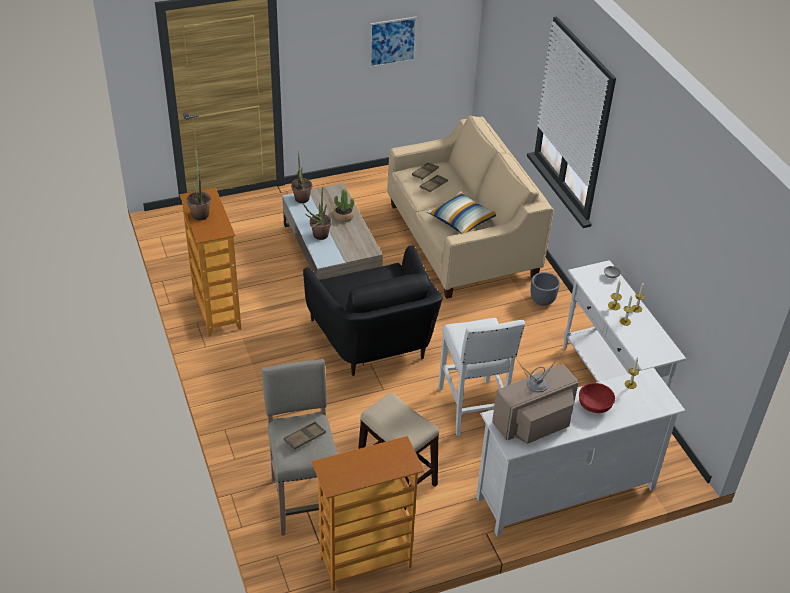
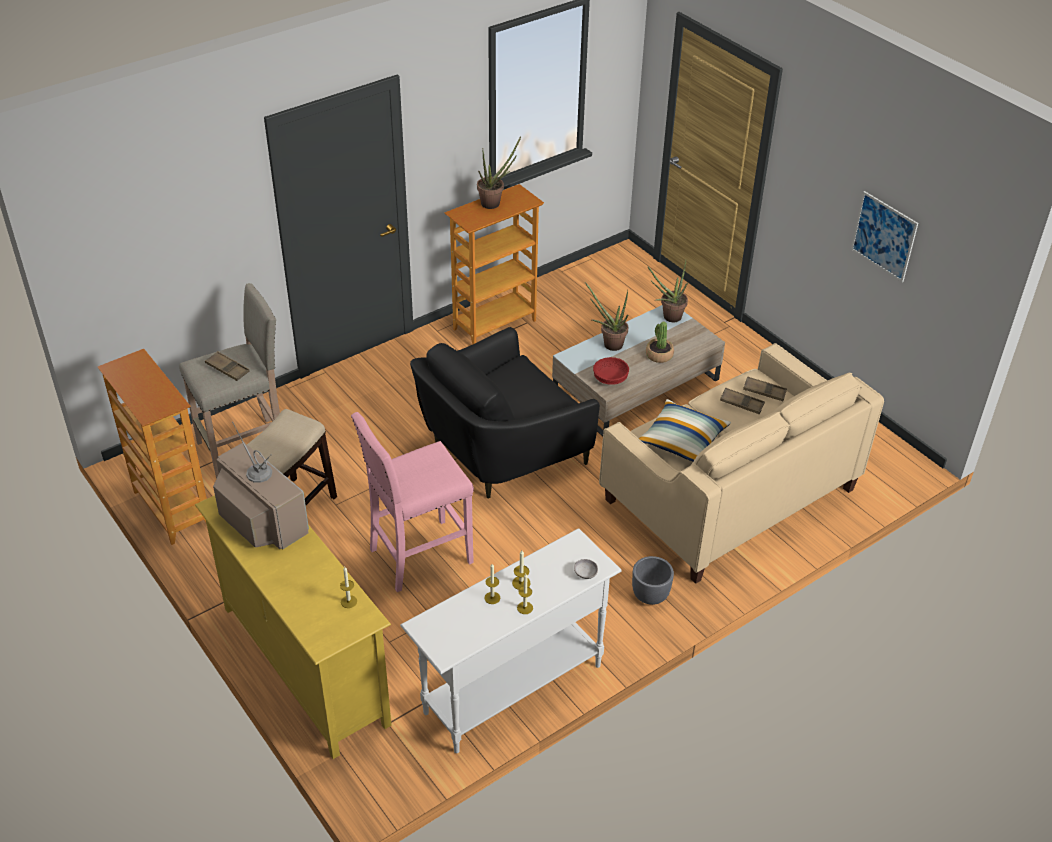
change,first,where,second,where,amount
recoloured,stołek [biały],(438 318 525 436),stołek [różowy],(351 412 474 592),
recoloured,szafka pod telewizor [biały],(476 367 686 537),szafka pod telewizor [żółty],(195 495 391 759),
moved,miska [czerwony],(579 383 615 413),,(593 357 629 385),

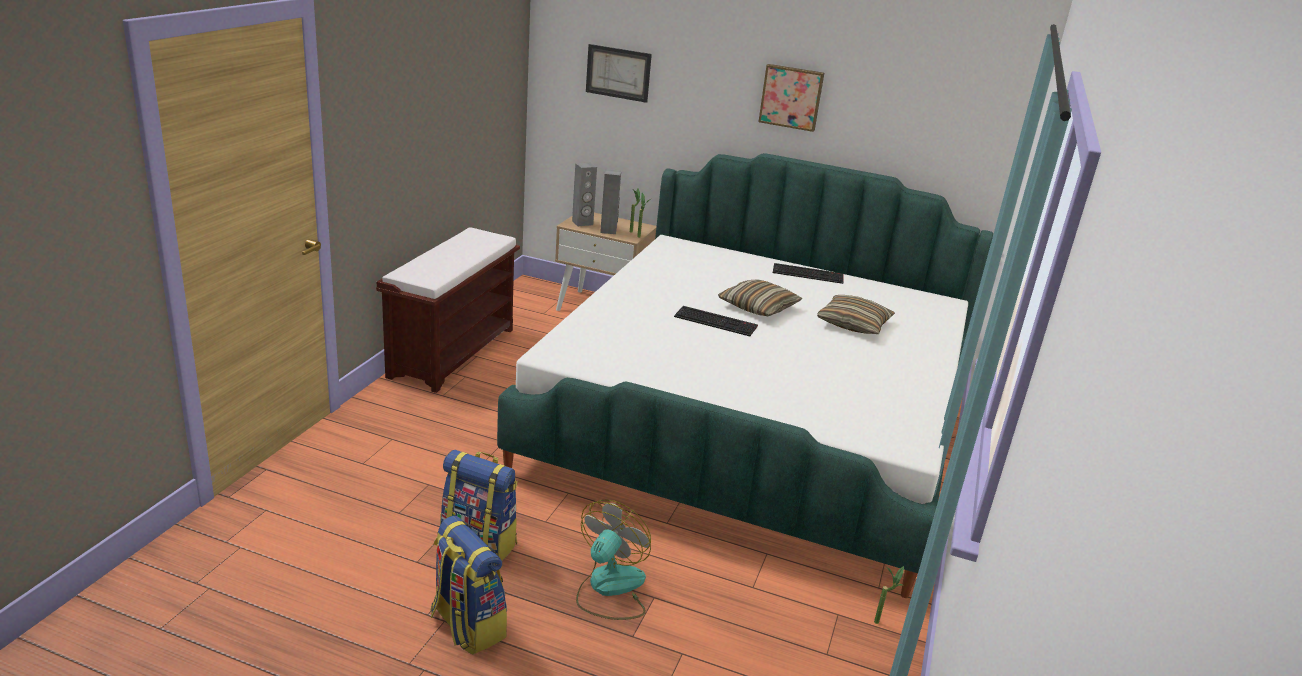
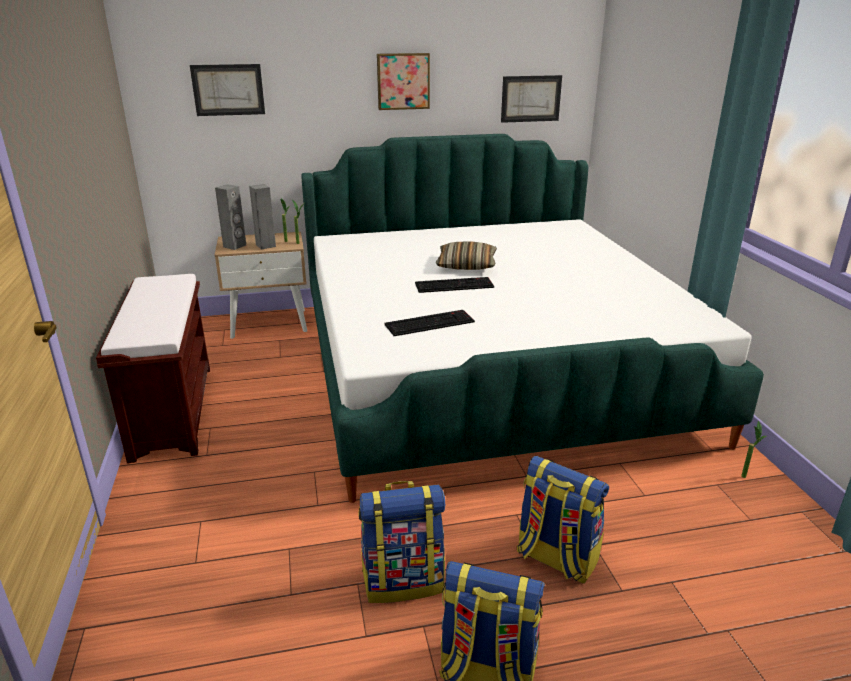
change,first,where,second,where,amount
replaced,wentylator,(576 499 651 620),plecak,(517 456 609 584),
moved,klawiatura,(773 263 844 284),,(384 310 475 336),
removed,poduszka,(817 295 895 334),,,
added,,,obraz,(501 75 562 123),

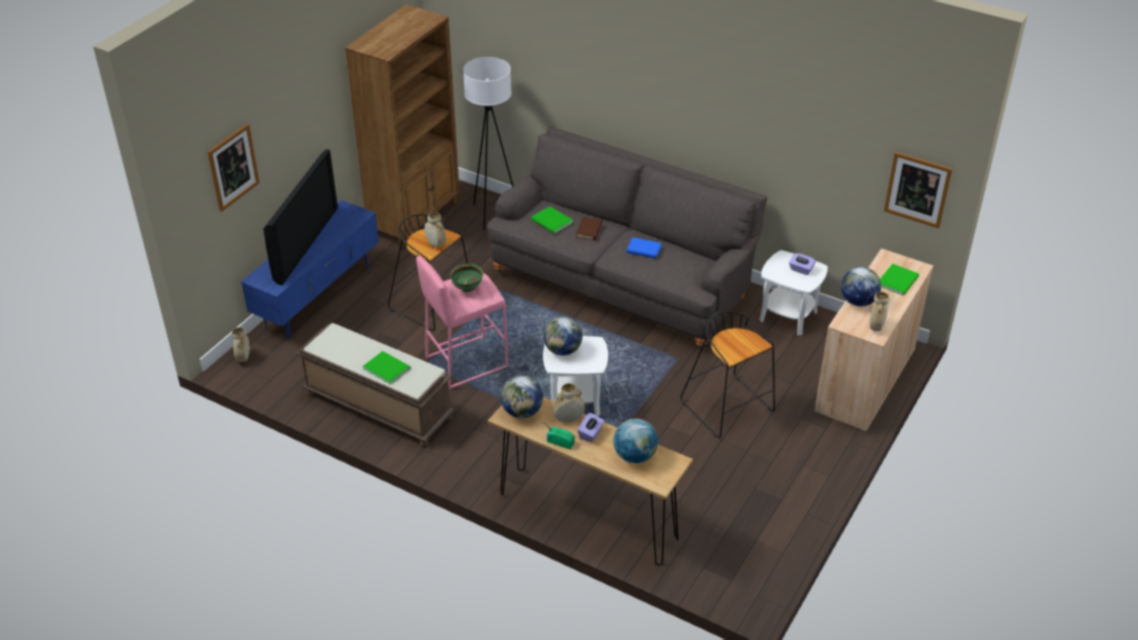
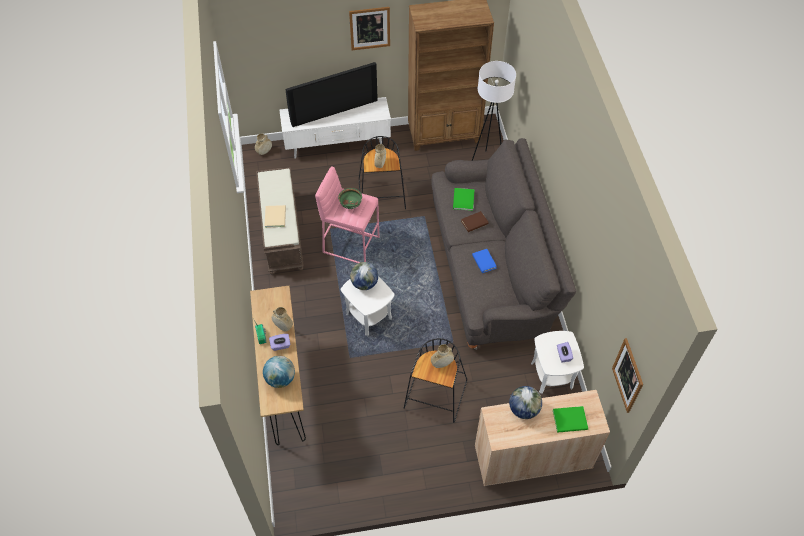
change,first,where,second,where,amount
moved,obraz,(208 124 260 212),,(349 7 390 50),
recoloured,szafka pod telewizor [niebieski],(241 200 379 339),szafka pod telewizor [biały],(279 97 391 159),
recoloured,książka [zielony],(363 351 410 384),książka [beżowy],(265 205 286 228),
removed,globus,(500 375 543 418),,,
moved,wazon [beżowy],(870 292 889 331),,(431 344 454 368),

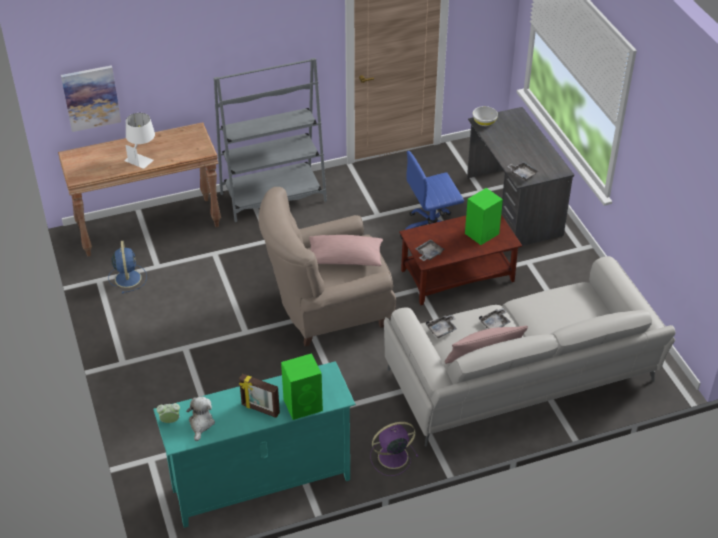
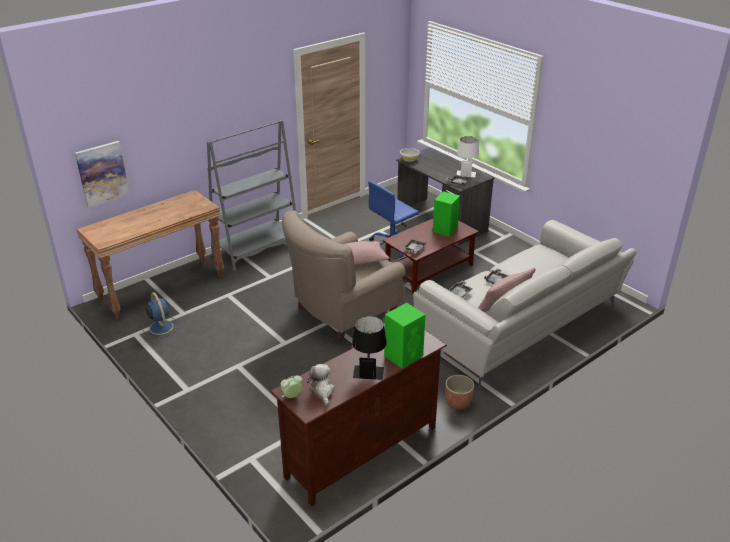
change,first,where,second,where,amount
moved,lampa stołowa [biały],(124 113 155 169),,(456 136 479 177),
recoloured,szafka pod telewizor [turkusowy],(153 361 356 528),szafka pod telewizor [brązowy],(270 330 447 507),
replaced,ramka na zdjęcie,(239 374 280 418),lampa stołowa [czarny],(352 316 387 380),
replaced,wentylator [fioletowy],(370 422 418 476),donica,(445 375 474 410),

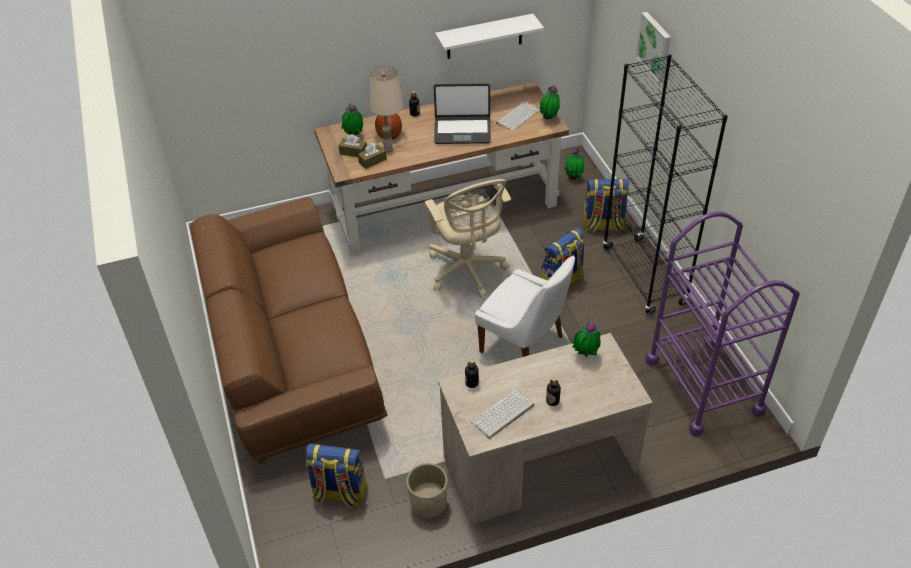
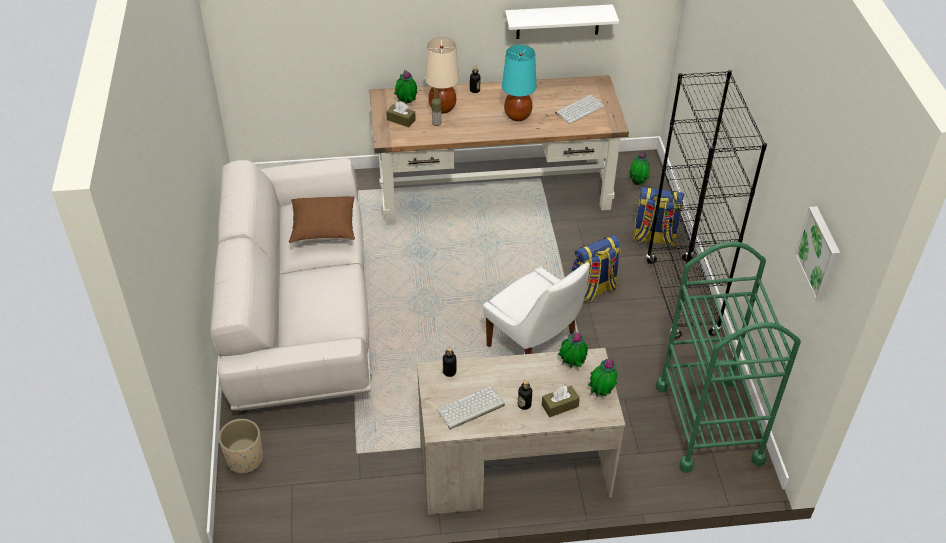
change,first,where,second,where,amount
recoloured,kanapa [brązowy],(190 197 388 464),kanapa [biały],(210 158 372 415),
removed,plecak,(306 443 366 508),,,
moved,pudełko chusteczek [brązowy],(358 143 387 169),,(542 386 580 417),
moved,donica [beżowy],(406 463 448 518),,(219 419 263 473),
removed,krzesło biurowe [beżowy],(425 179 511 298),,,
replaced,laptop,(434 83 491 144),lampa stołowa [turkusowy],(502 45 536 121),
moved,roślina doniczkowa,(540 85 560 119),,(588 359 617 396),
moved,obraz,(636 12 671 83),,(795 206 840 301),
recoloured,wózek [fioletowy],(646 211 800 436),wózek [zielony],(656 241 801 473),
added,,,poduszka [brązowy],(289 196 355 243),

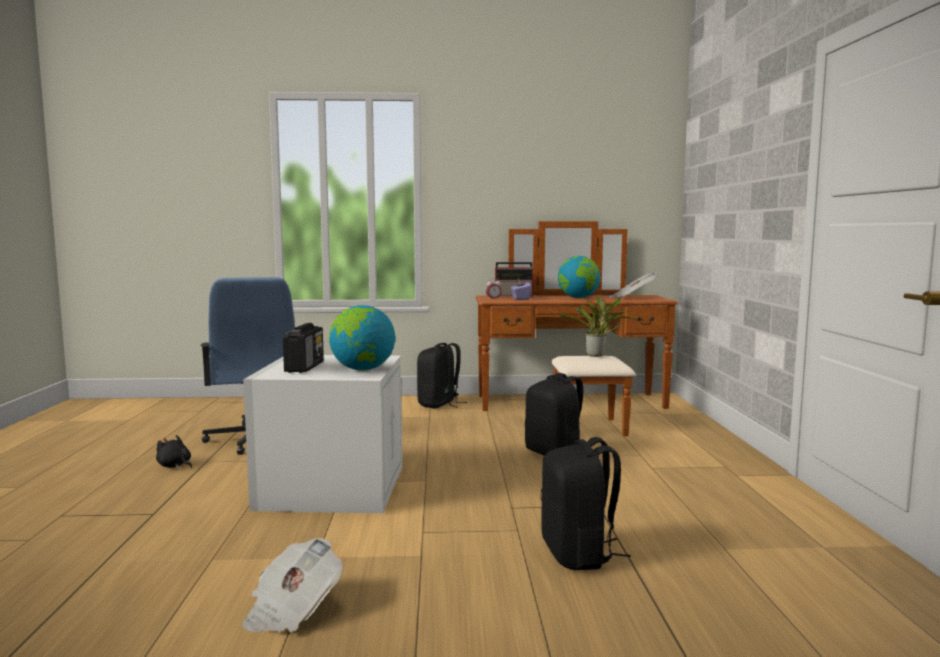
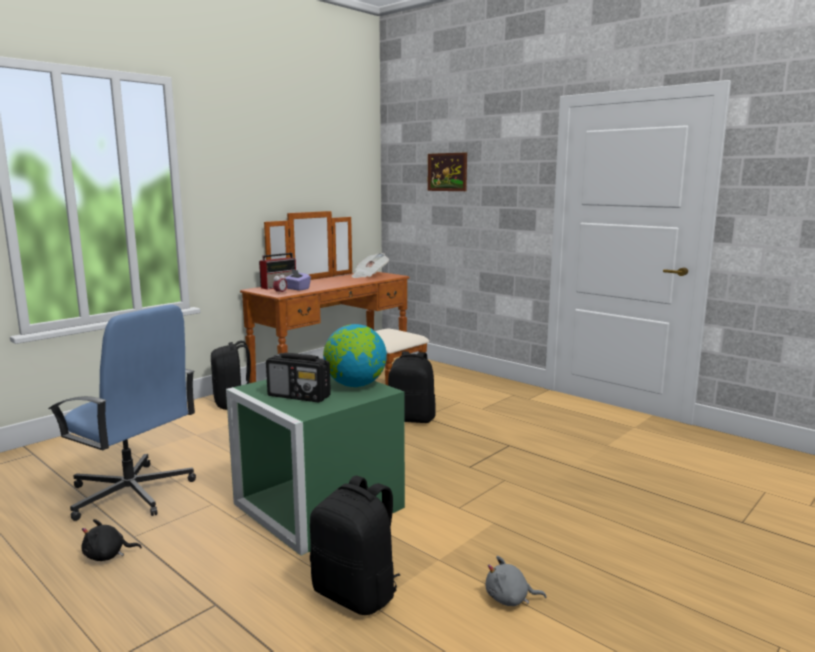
change,first,where,second,where,amount
replaced,gazeta,(242 538 343 632),pluszak [szary],(486 556 546 606),
recoloured,pojemnik do przechowywania [biały],(243 355 402 513),pojemnik do przechowywania [zielony],(226 376 405 556),
turned,radio,(283 323 324 373),,(266 353 331 402),150 degrees clockwise
moved,plecak [czarny],(541 437 631 570),,(310 476 400 615),
removed,globus,(558 256 600 298),,,
removed,roślina doniczkowa,(558 296 637 357),,,
added,,,obraz,(428 152 467 191),

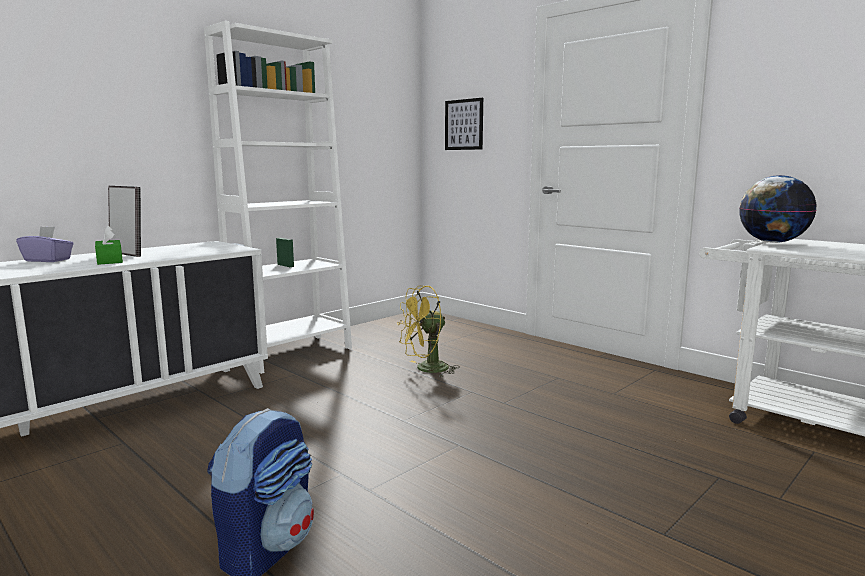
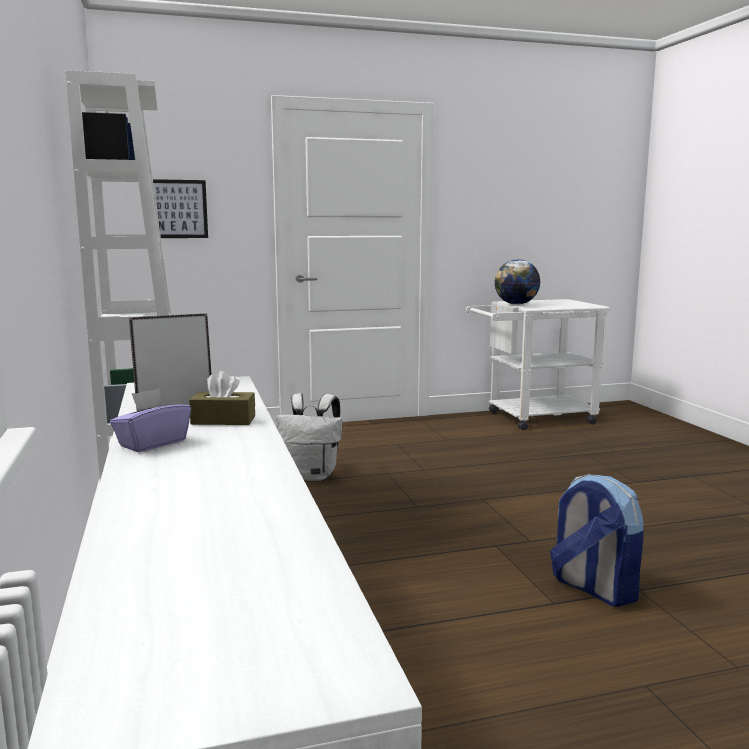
change,first,where,second,where,amount
recoloured,pudełko chusteczek [zielony],(95 225 123 265),pudełko chusteczek [brązowy],(189 371 255 425),
replaced,wentylator [żółty],(397 286 460 377),plecak [biały],(276 393 342 481),

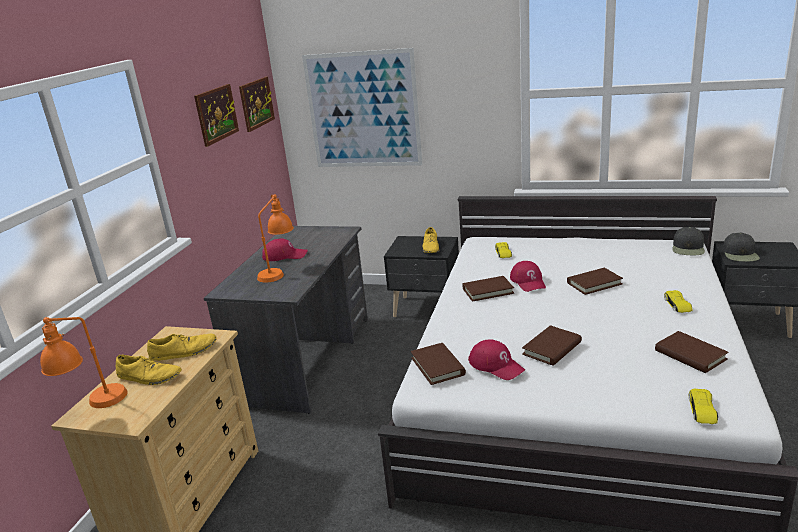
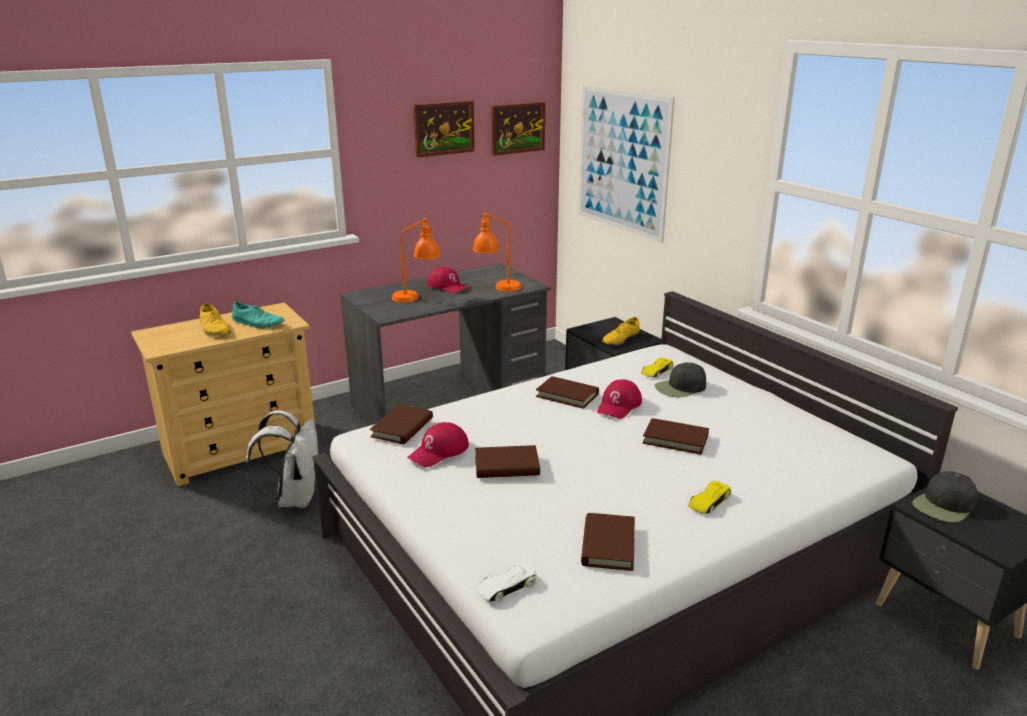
change,first,where,second,where,amount
moved,lampa stołowa [pomarańczowy],(40 317 127 408),,(473 213 521 292),
recoloured,but [żółty],(147 334 217 361),but [turkusowy],(232 302 285 329),
turned,czapka z daszkiem [czerwony],(468 339 525 380),,(407 422 469 467),45 degrees clockwise
moved,czapka z daszkiem [czarny],(672 227 705 255),,(654 362 706 397),
recoloured,samochodzik [żółty],(688 389 718 424),samochodzik [biały],(477 563 537 602),
added,,,plecak [biały],(245 410 318 508),

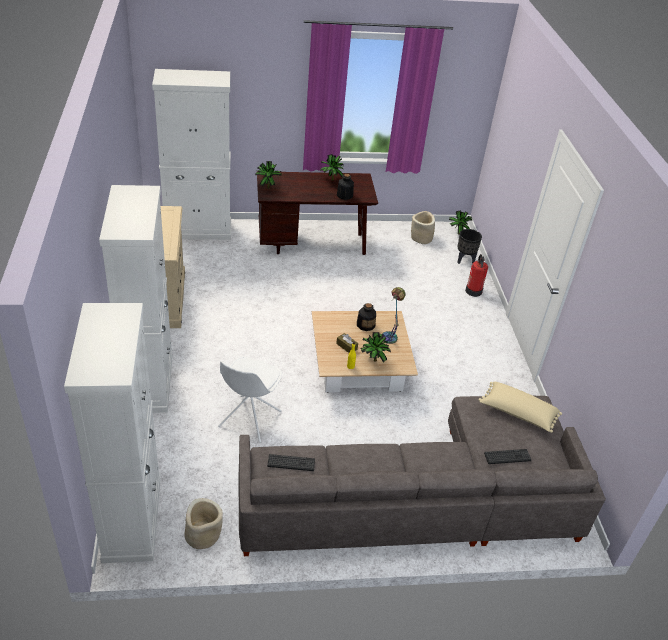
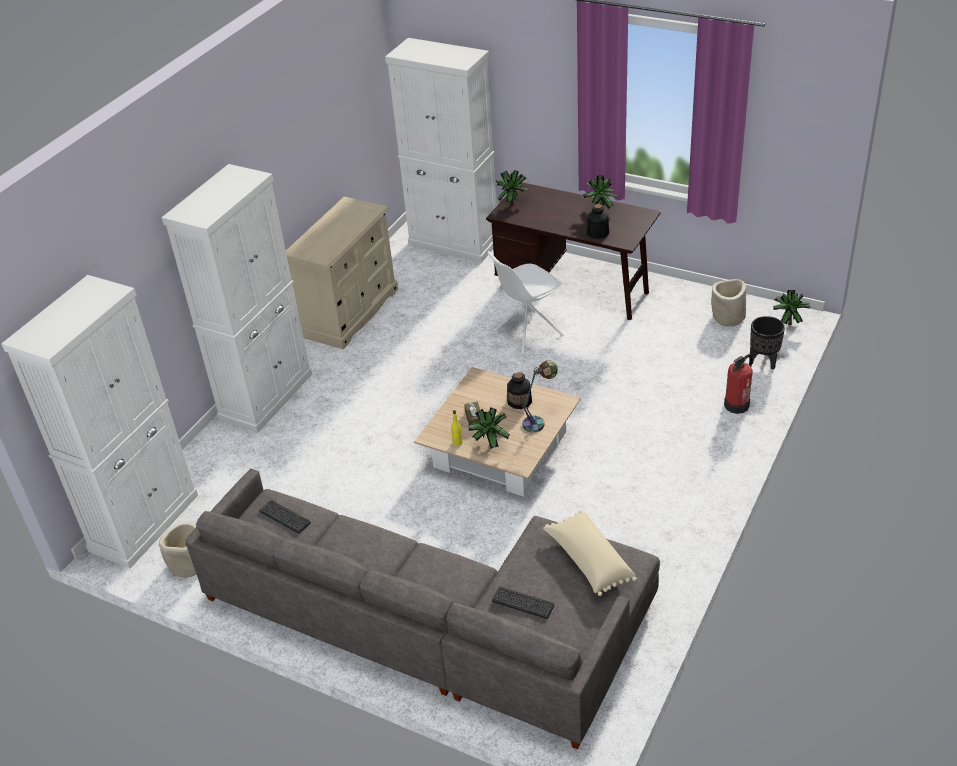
change,first,where,second,where,amount
moved,krzesło [biały],(218 357 282 443),,(488 251 564 355),

